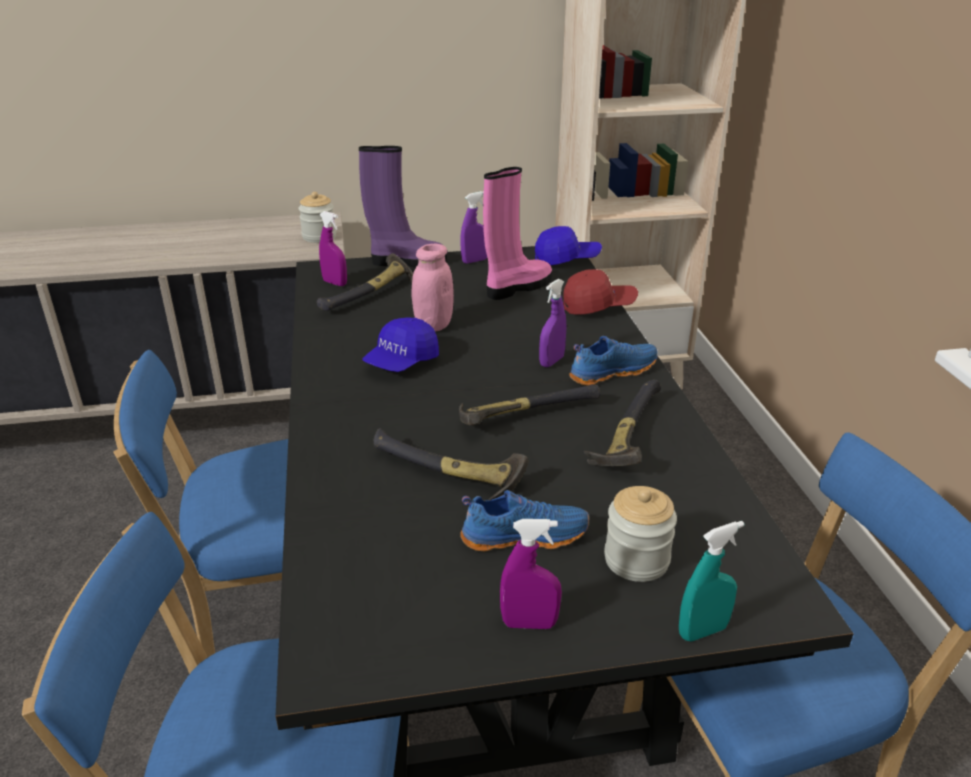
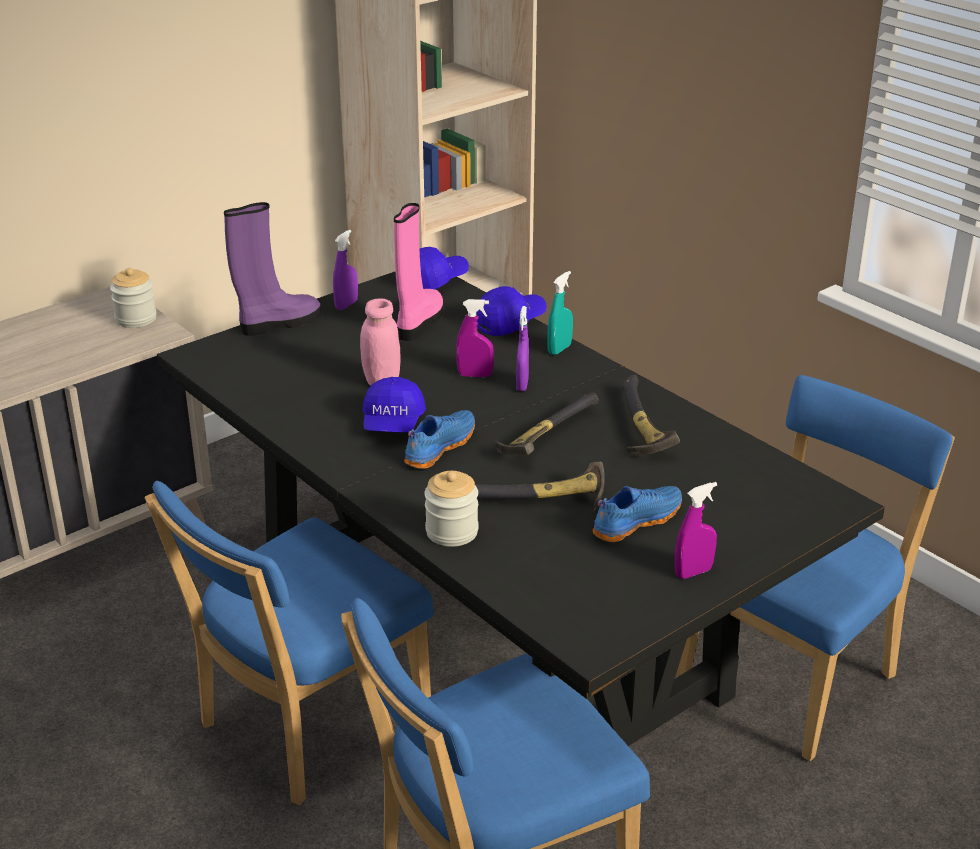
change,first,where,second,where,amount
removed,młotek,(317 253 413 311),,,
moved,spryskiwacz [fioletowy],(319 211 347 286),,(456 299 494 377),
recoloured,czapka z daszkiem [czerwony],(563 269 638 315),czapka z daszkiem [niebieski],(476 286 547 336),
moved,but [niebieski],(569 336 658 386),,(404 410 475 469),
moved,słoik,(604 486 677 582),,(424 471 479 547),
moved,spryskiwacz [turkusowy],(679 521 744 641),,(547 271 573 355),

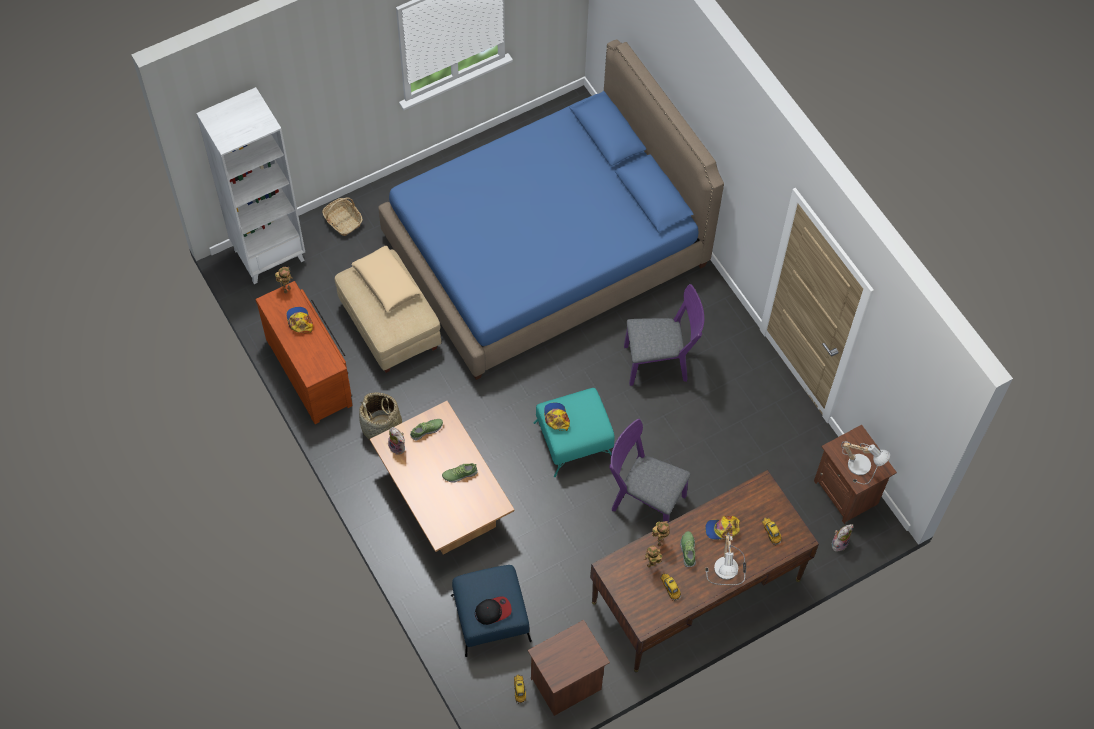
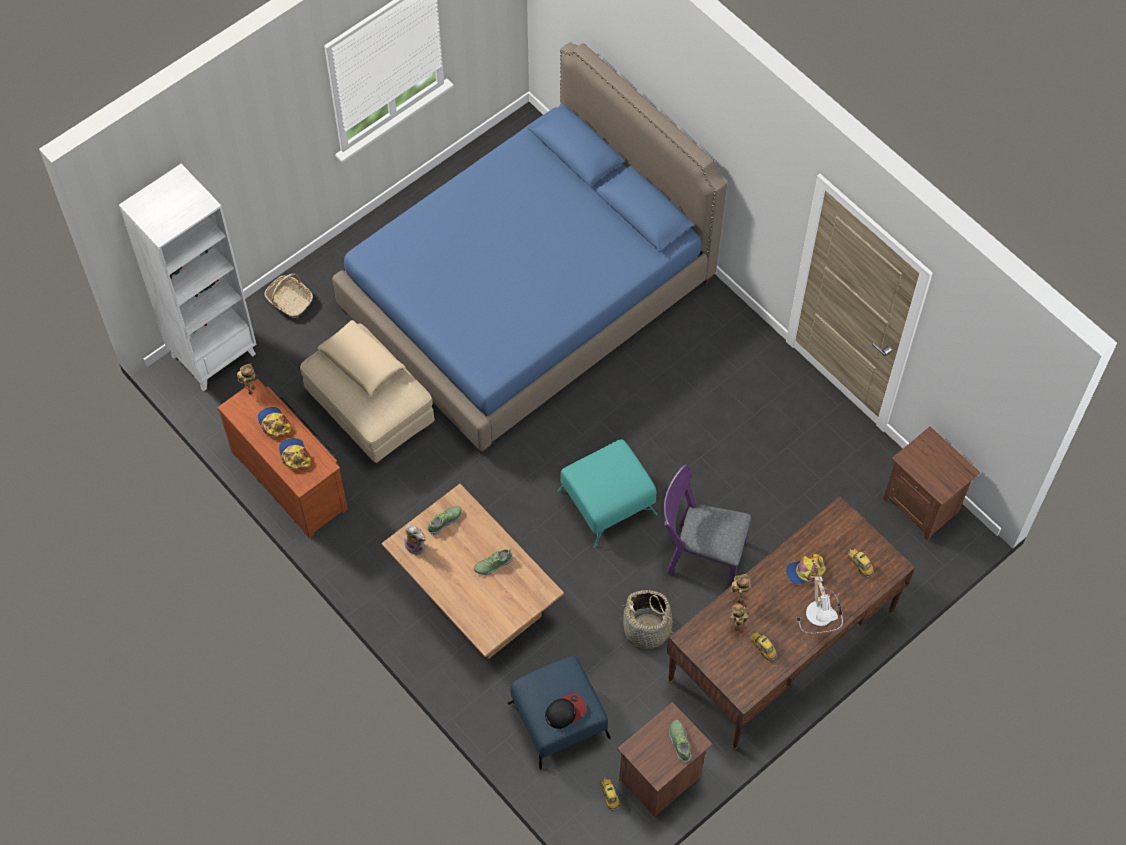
change,first,where,second,where,amount
moved,koszyk,(359 392 402 440),,(619 590 674 649),
moved,czapka z daszkiem,(544 402 570 431),,(279 438 311 469),
removed,krzesło [fioletowy],(624 284 704 386),,,
moved,but,(680 531 696 567),,(669 720 692 762),
removed,pluszak,(832 524 853 551),,,
removed,lampa stołowa,(841 441 890 485),,,

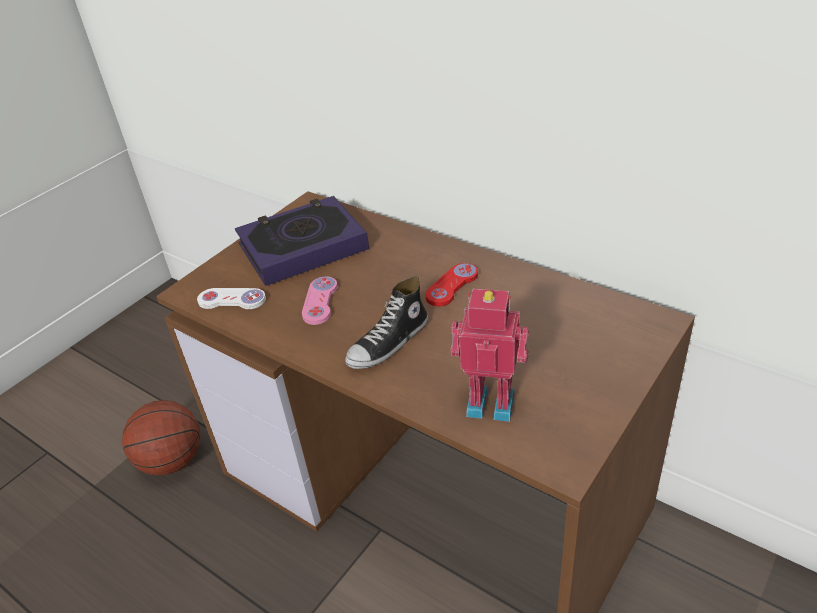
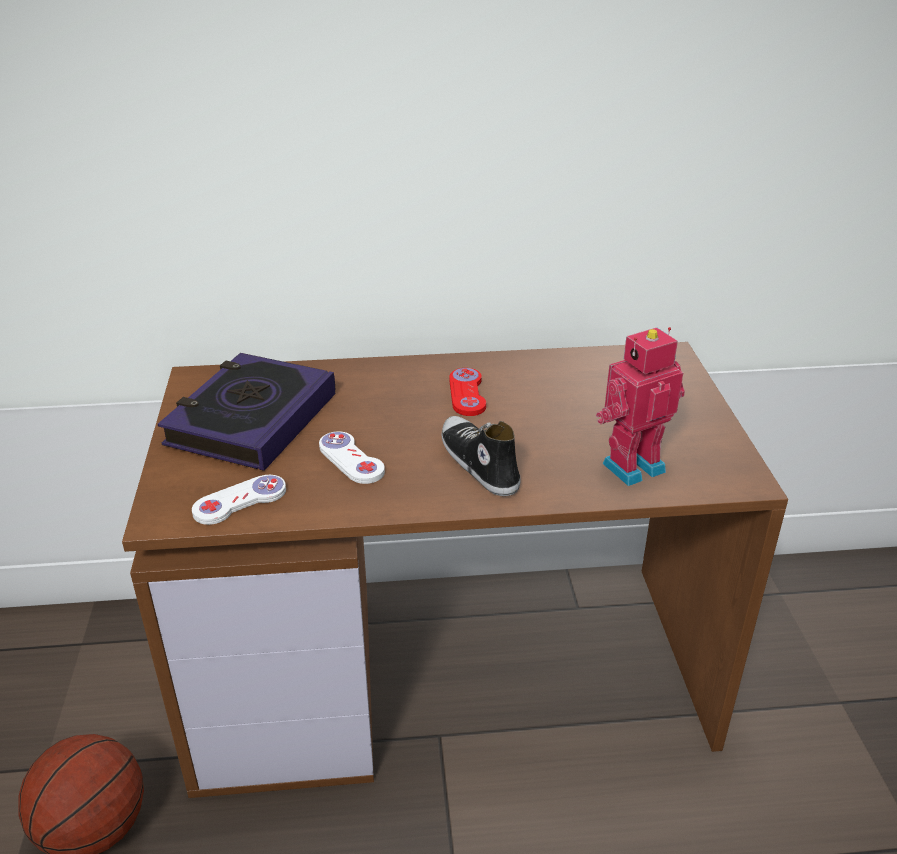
change,first,where,second,where,amount
recoloured,pad do gier [różowy],(302 276 338 325),pad do gier [biały],(319 431 385 484),
turned,but,(345 276 428 369),,(442 416 520 496),150 degrees clockwise

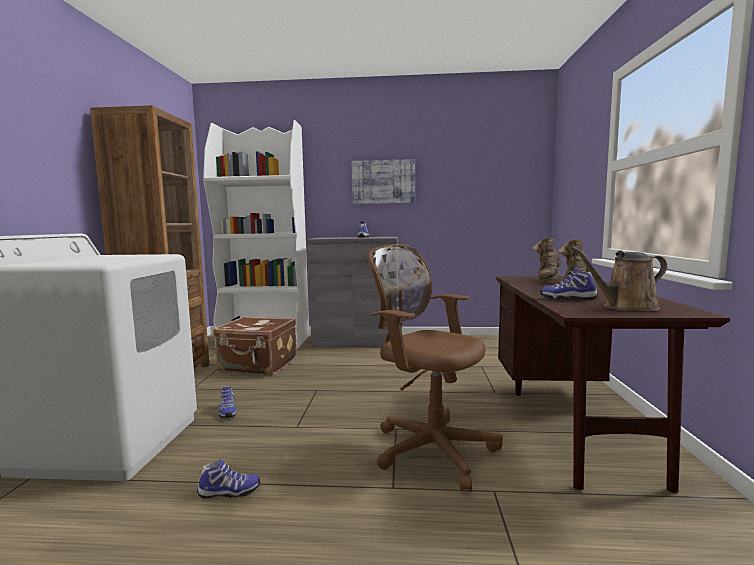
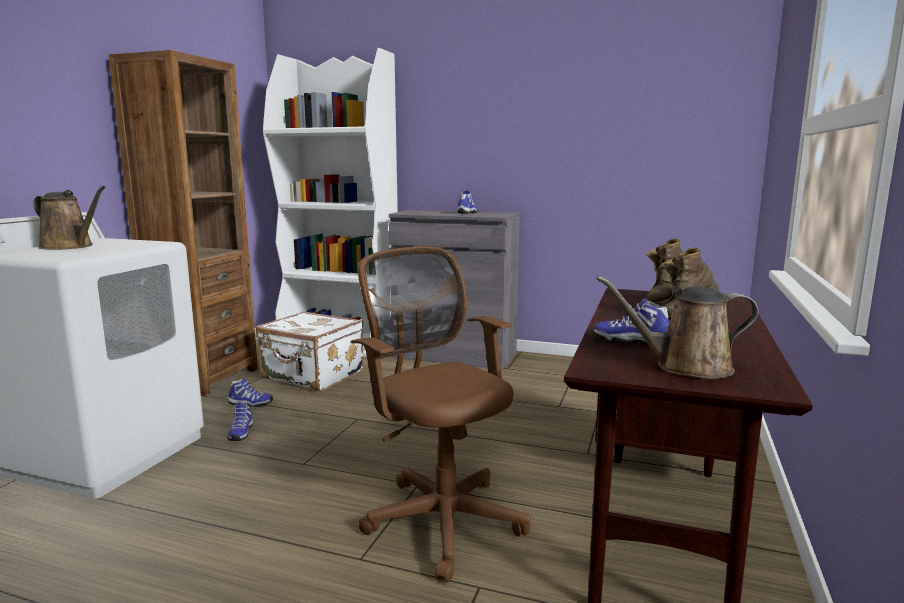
change,first,where,second,where,amount
moved,but,(197 459 260 499),,(228 378 273 407),
recoloured,walizka [brązowy],(213 316 297 375),walizka [biały],(256 311 364 391),
removed,obraz,(352 159 415 204),,,
added,,,konewka [brązowy],(33 186 106 250),

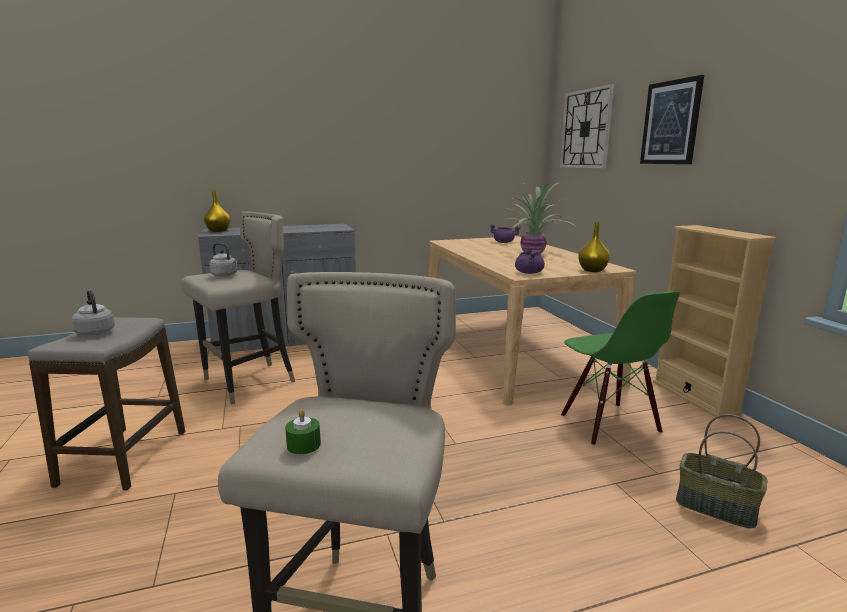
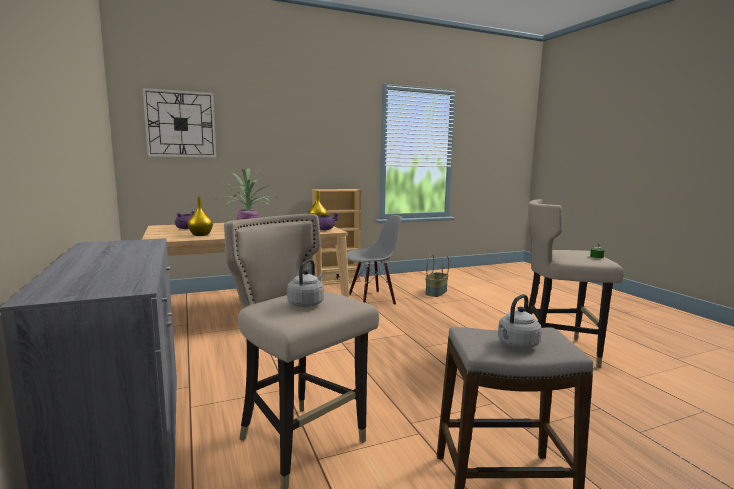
change,first,where,second,where,amount
moved,wazon [żółty],(204 190 230 232),,(188 196 213 236),
recoloured,krzesło [zielony],(561 291 680 446),krzesło [szary],(347 215 402 305),
removed,obraz,(640 75 704 164),,,

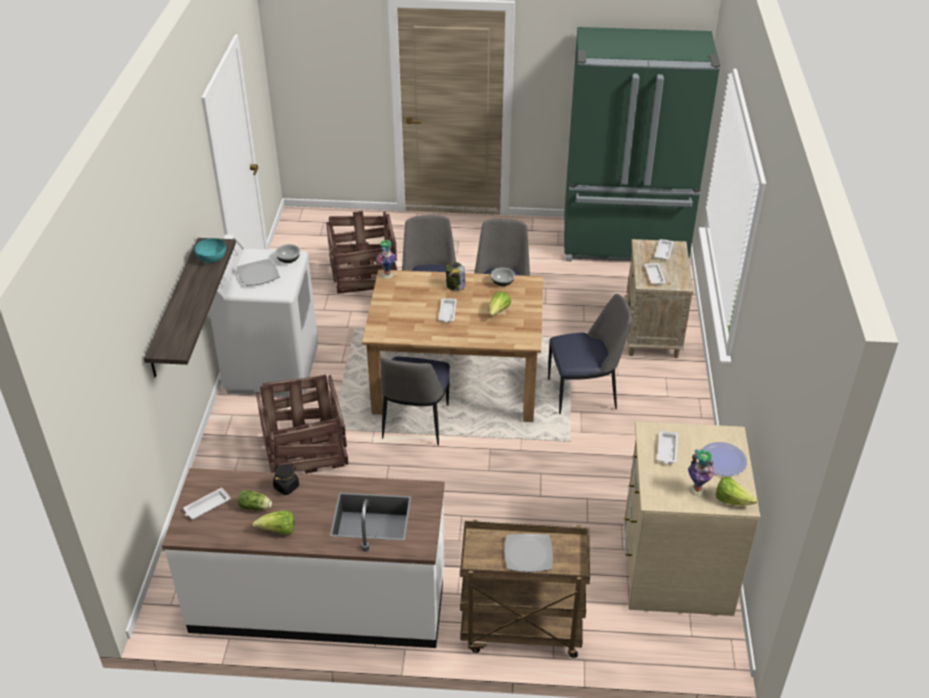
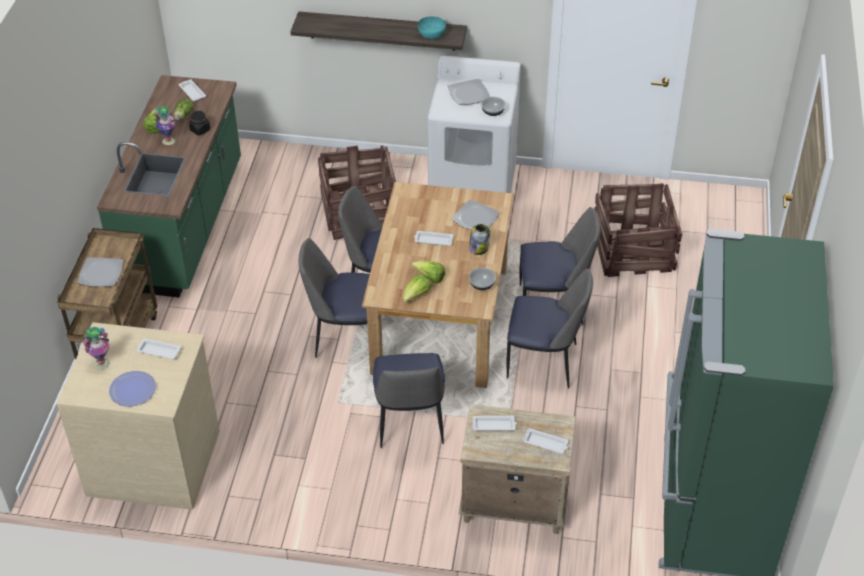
change,first,where,second,where,amount
recoloured,zabudowa kuchenna [biały],(162 468 445 648),zabudowa kuchenna [zielony],(97 75 241 298),
moved,wazon,(377 239 397 279),,(155 106 176 145),
moved,sałata,(716 476 758 506),,(403 274 431 303),
added,,,krzesło,(299 238 370 357),
added,,,talerz,(451 200 500 230),

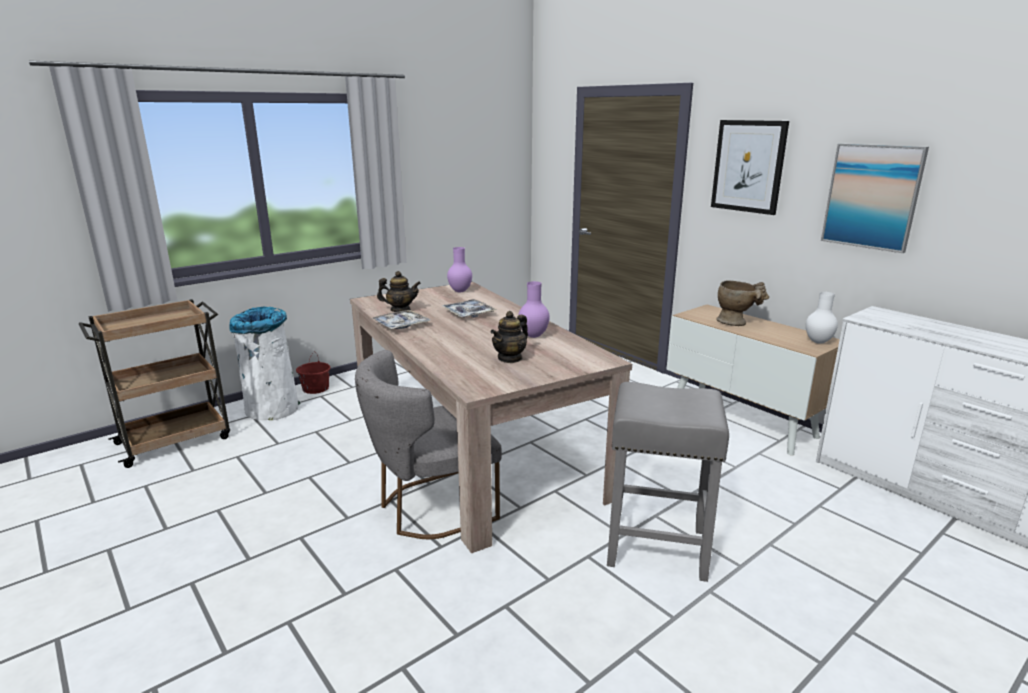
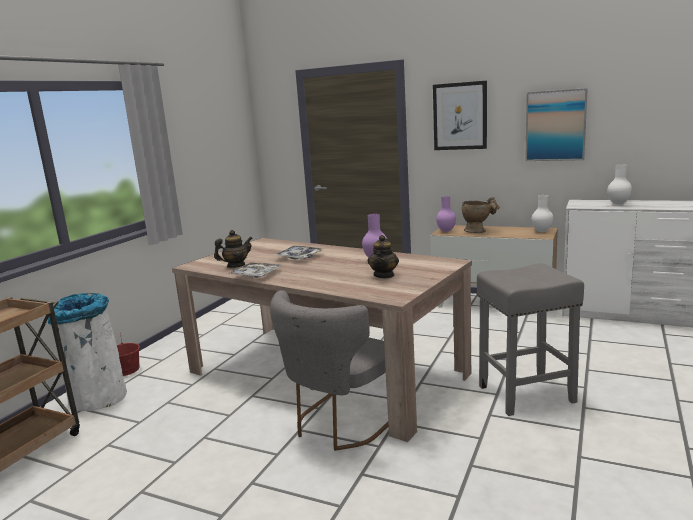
change,first,where,second,where,amount
moved,wazon [fioletowy],(447 247 472 293),,(436 196 456 232),
added,,,wazon [biały],(607 164 632 204),

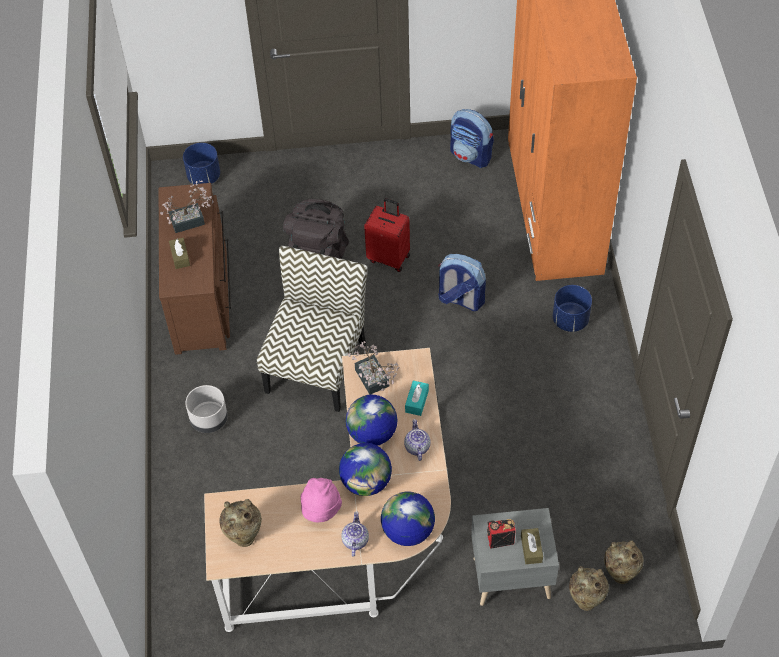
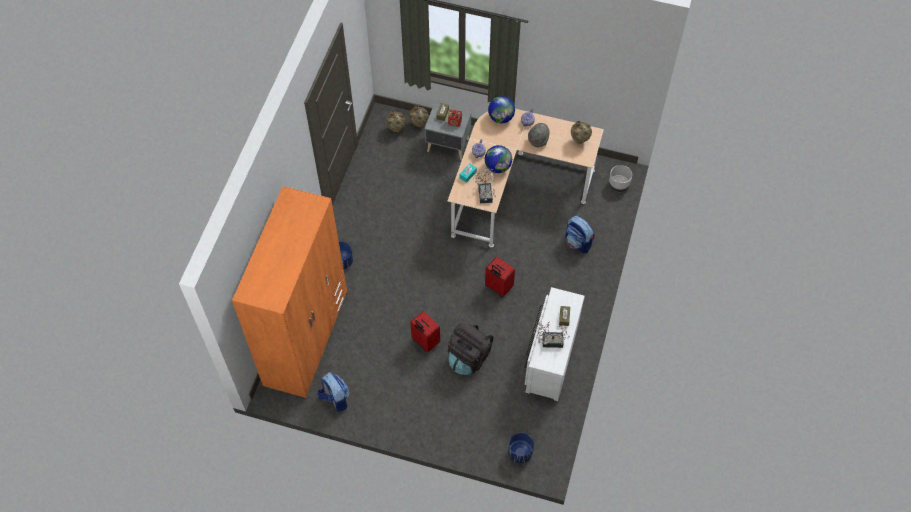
change,first,where,second,where,amount
recoloured,komoda [brązowy],(159 183 231 355),komoda [biały],(525 287 585 401),
moved,donica [szary],(185 385 228 433),,(609 165 632 192),
replaced,krzesło,(257 246 367 412),walizka [czerwony],(485 257 515 297),
recoloured,kapelusz [różowy],(301 478 342 522),kapelusz [szary],(528 123 550 147),
removed,globus,(339 443 392 496),,,
moved,plecak,(438 254 486 311),,(565 216 595 253),

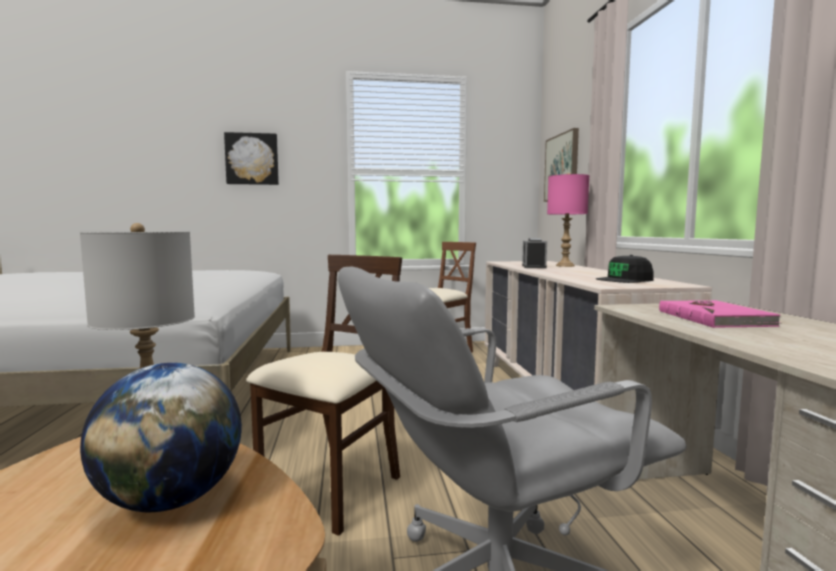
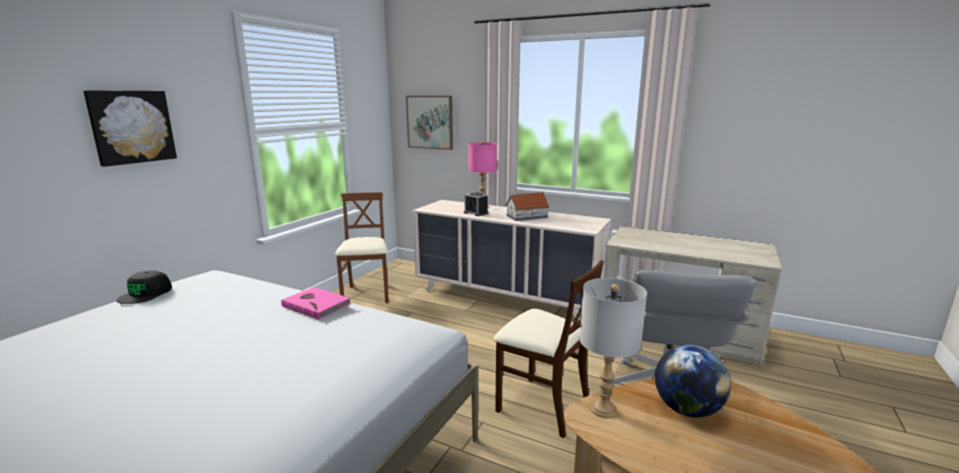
change,first,where,second,where,amount
turned,krzesło [beżowy],(246 255 402 536),,(493 260 604 438),150 degrees clockwise
moved,czapka z daszkiem [czarny],(596 255 654 283),,(116 270 172 304),
moved,książka [różowy],(659 300 782 328),,(281 287 351 320),
added,,,domek,(505 192 549 221),

